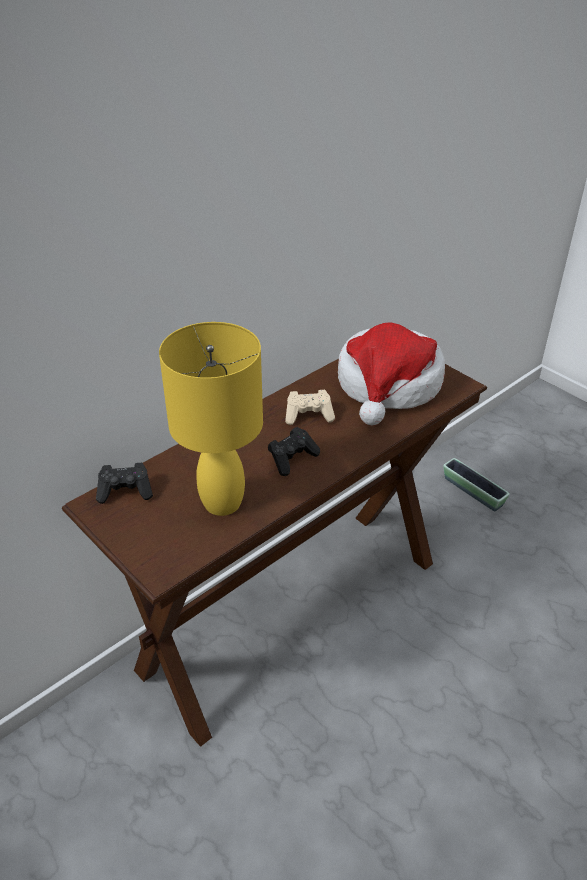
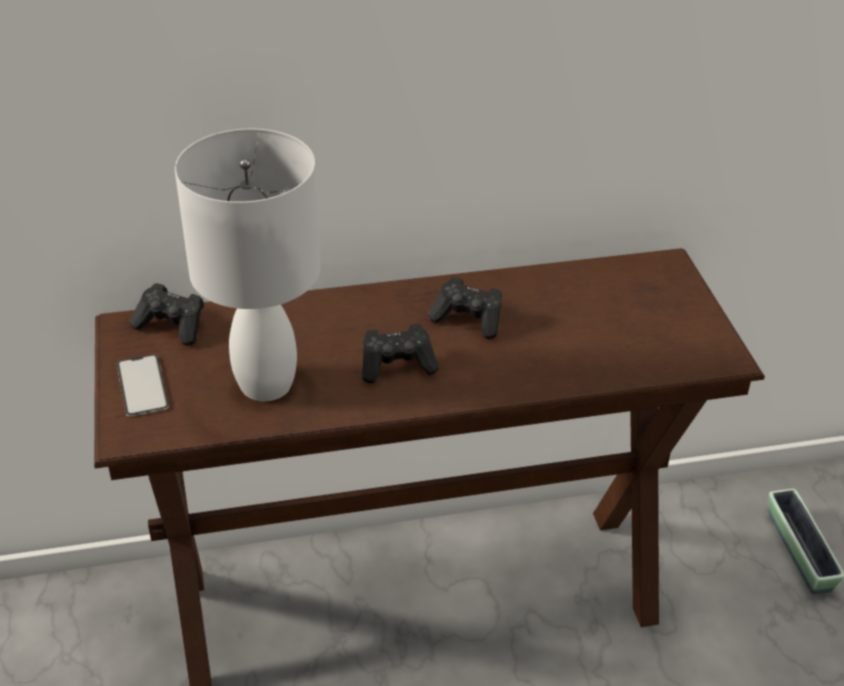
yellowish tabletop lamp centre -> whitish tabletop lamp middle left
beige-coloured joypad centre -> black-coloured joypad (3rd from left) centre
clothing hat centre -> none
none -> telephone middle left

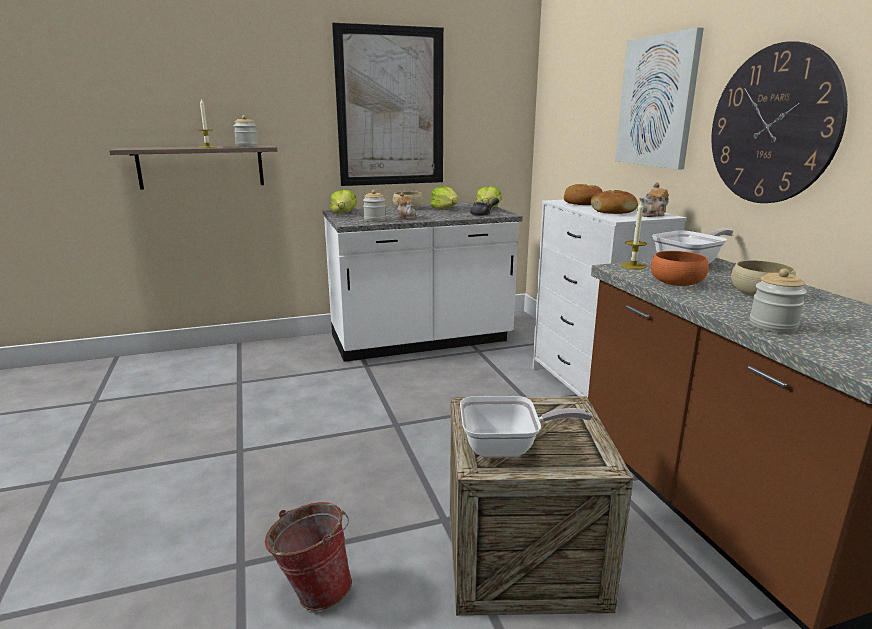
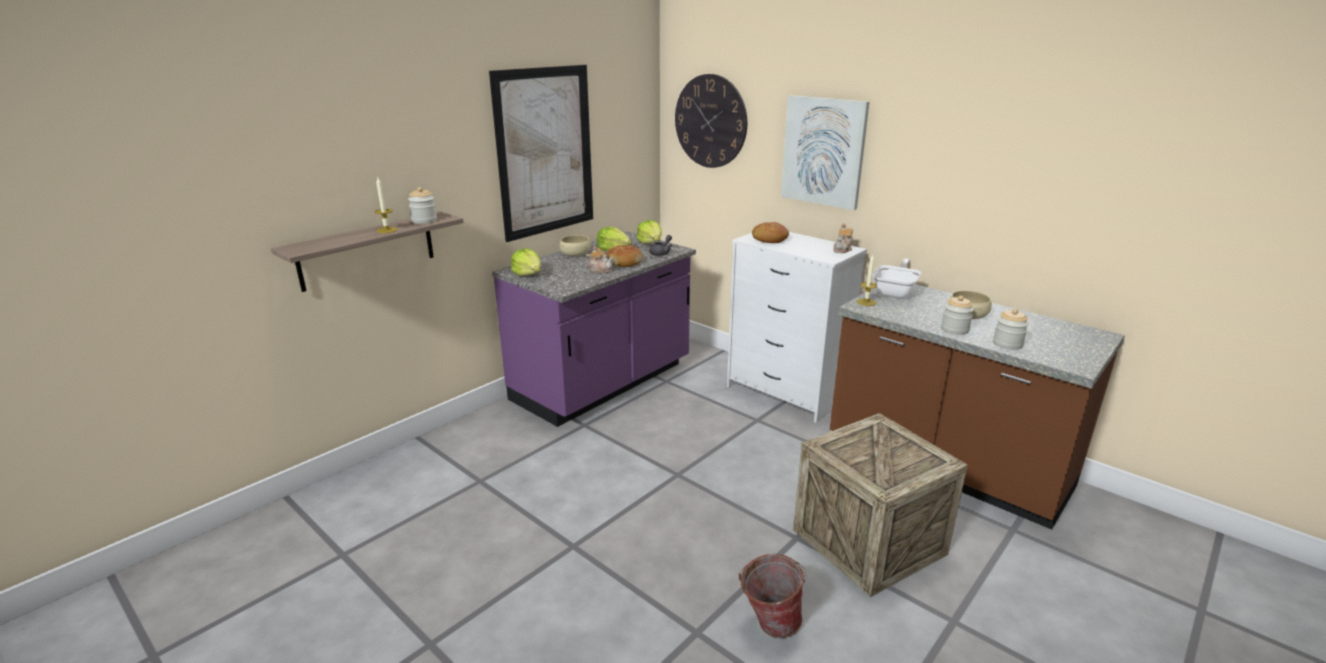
whitish kitchen base unit centre -> purple kitchen base unit centre
jar (2nd from left) top centre -> jar (2nd from left) middle right, move
skillet (1st from left) bottom centre -> none
bakery bread (2nd from left in the first image) top right -> bakery bread (1st from left) centre, move
orange serving bowl middle right -> none
clock on the wall top right -> clock on the wall top centre, move

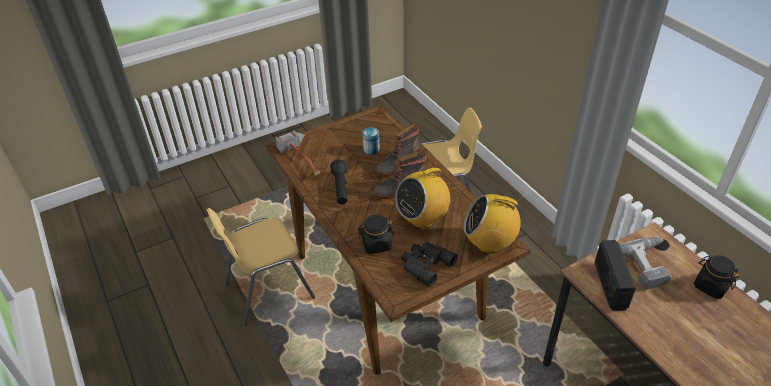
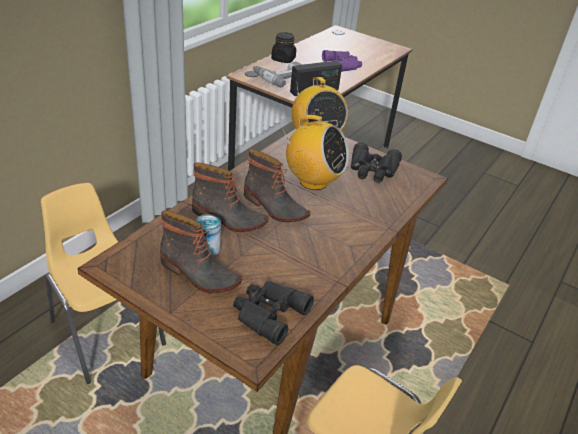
hammer centre -> black-coloured pair of binoculars (1st from left) bottom centre
black-coloured hand torch centre -> none
black-coloured jar (1st from left) centre -> none
none -> boot (1st from left) centre
none -> purple pair of binoculars top centre

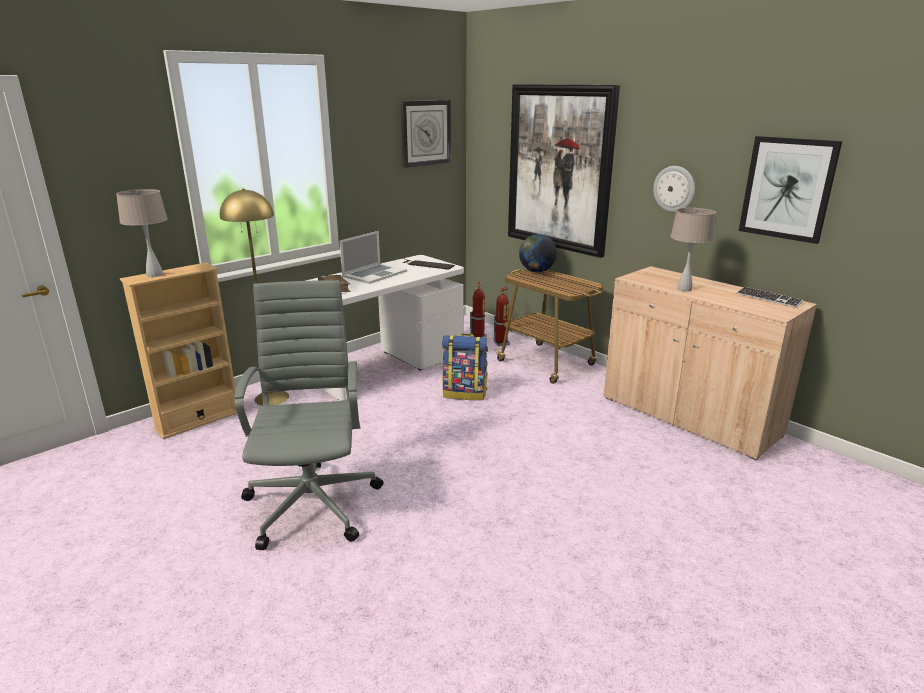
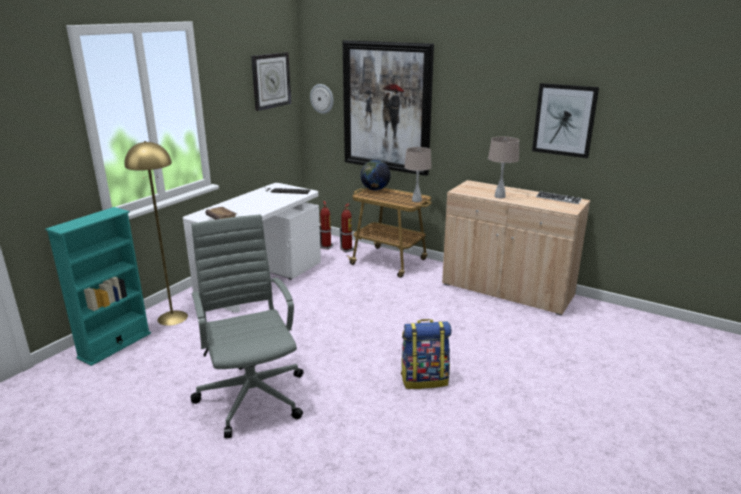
beige-coloured tabletop lamp (1st from left) middle left -> beige-coloured tabletop lamp (1st from left) centre, move
beige-coloured bookshelf middle left -> blue-green bookshelf middle left
notebook computer centre -> none
knapsack centre -> knapsack bottom centre, move
clock on the wall (2nd from left) top right -> clock on the wall (2nd from left) top centre, move

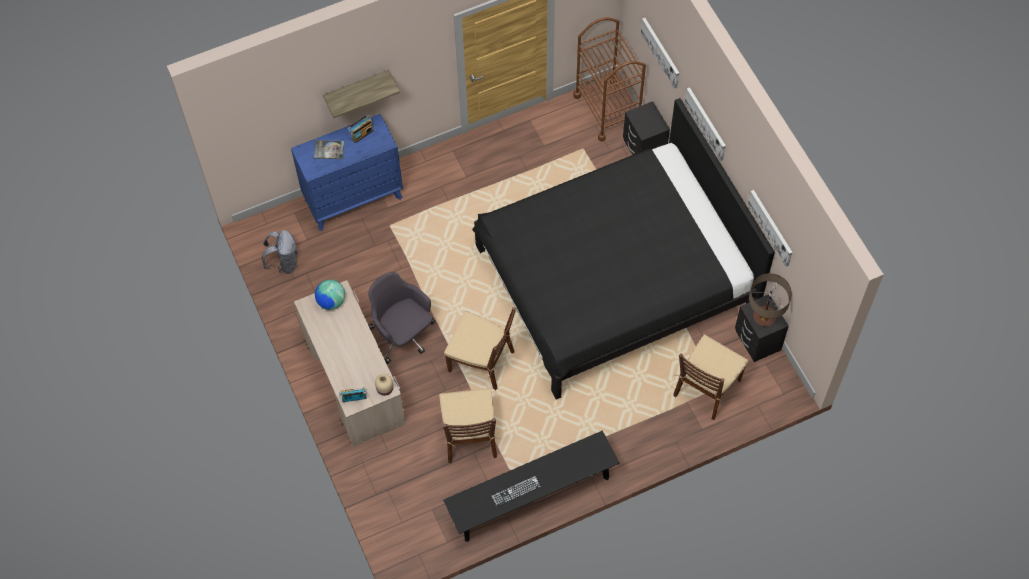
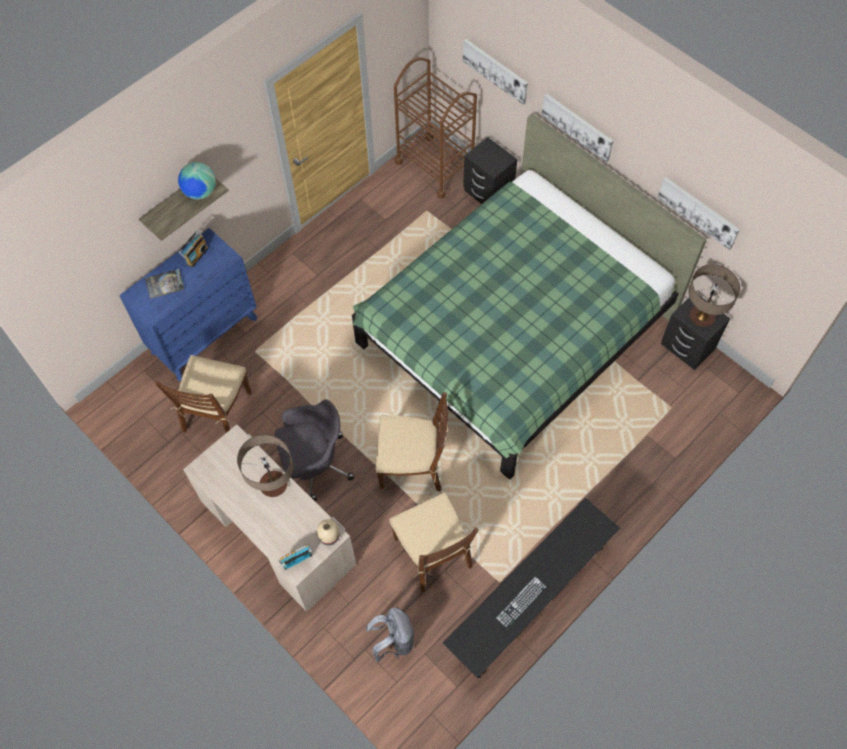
greyish knapsack middle left -> greyish knapsack bottom centre, move
globe middle left -> globe top left, move
greyish computer chair centre, 135 degrees clockwise
black-coloured bed centre -> green bed centre
brown chair (3rd from left in the first image) middle right -> brown chair (1st from left) middle left, move
none -> tabletop lamp (1st from left) middle left

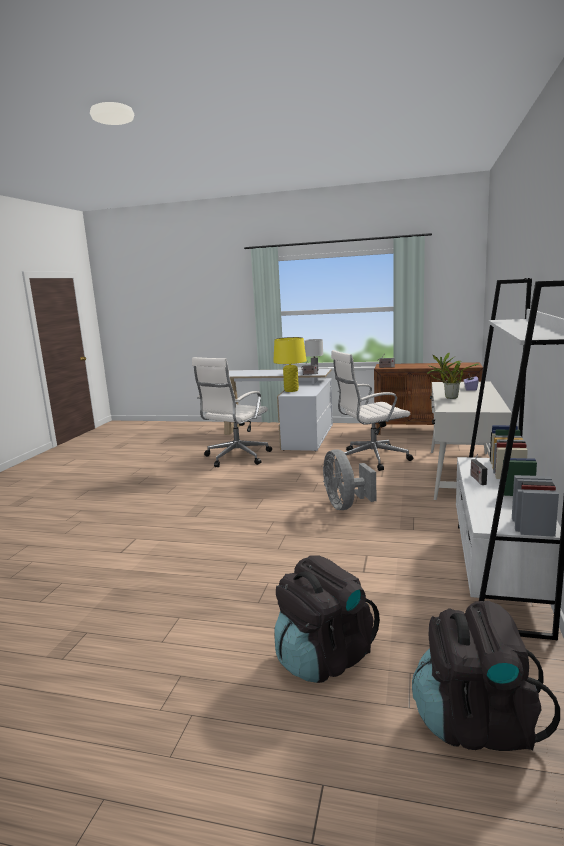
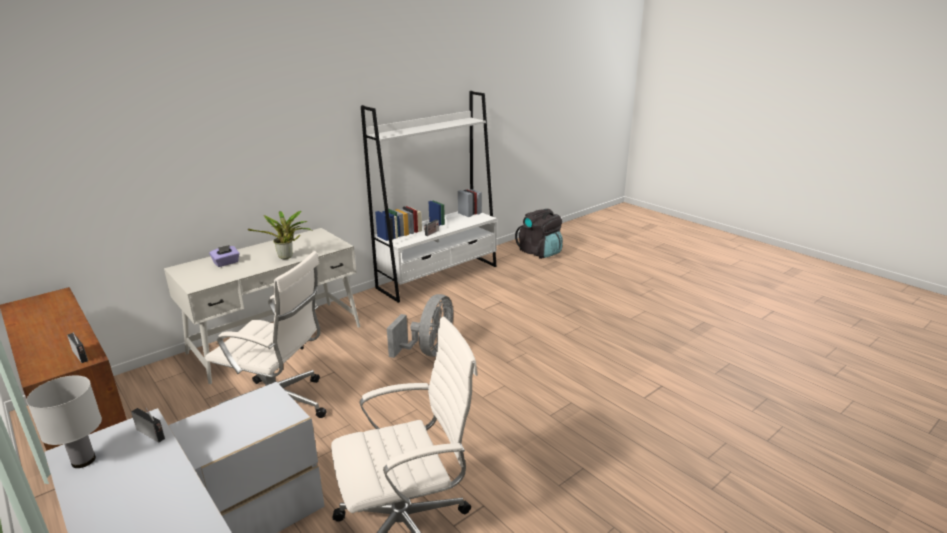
yellowish tabletop lamp centre -> none
black-coloured knapsack (1st from left) bottom centre -> none

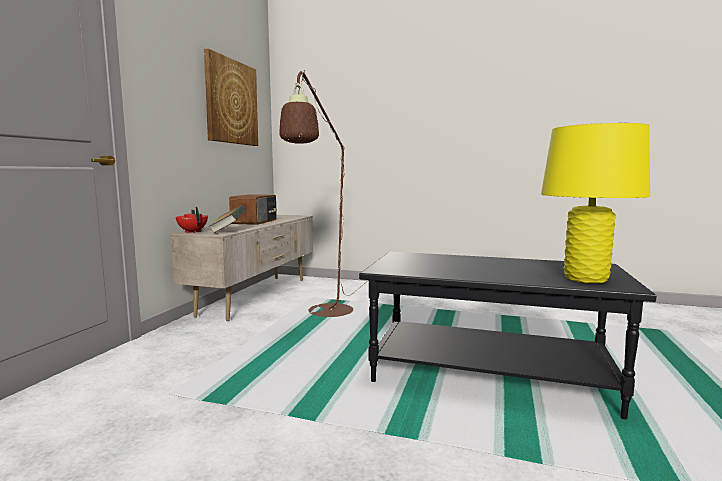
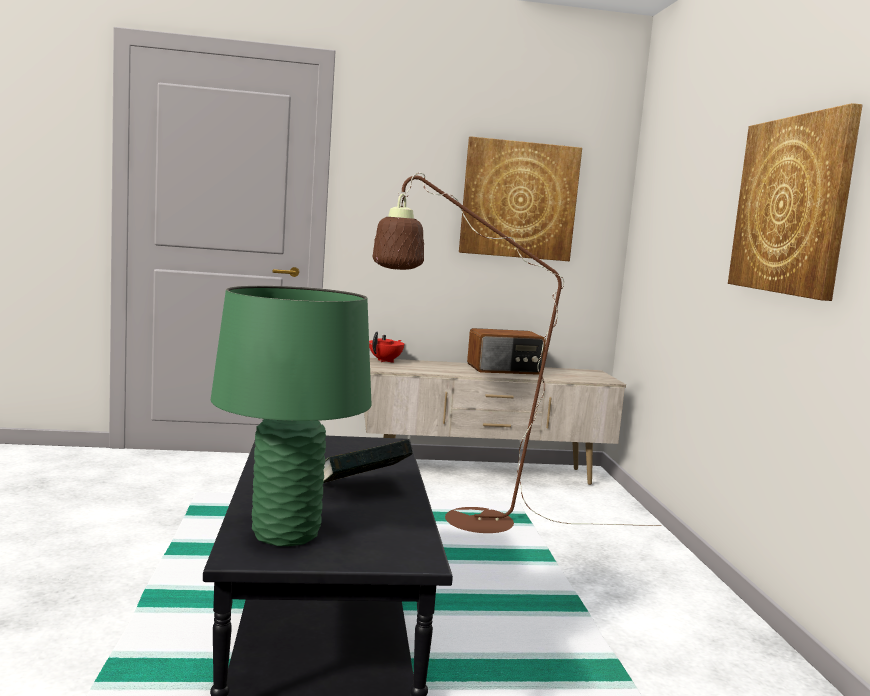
bound book middle left -> bound book centre, move
yellowish tabletop lamp middle right -> green tabletop lamp centre
none -> picture (2nd from left) top right

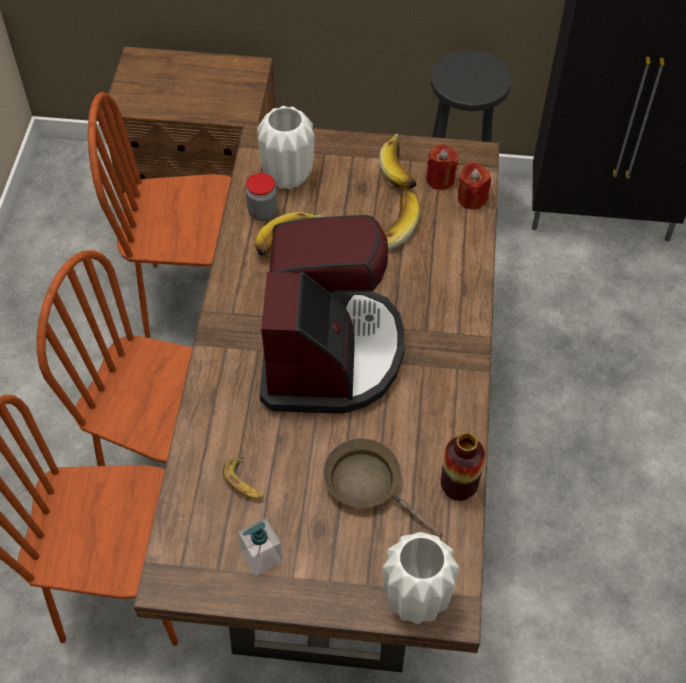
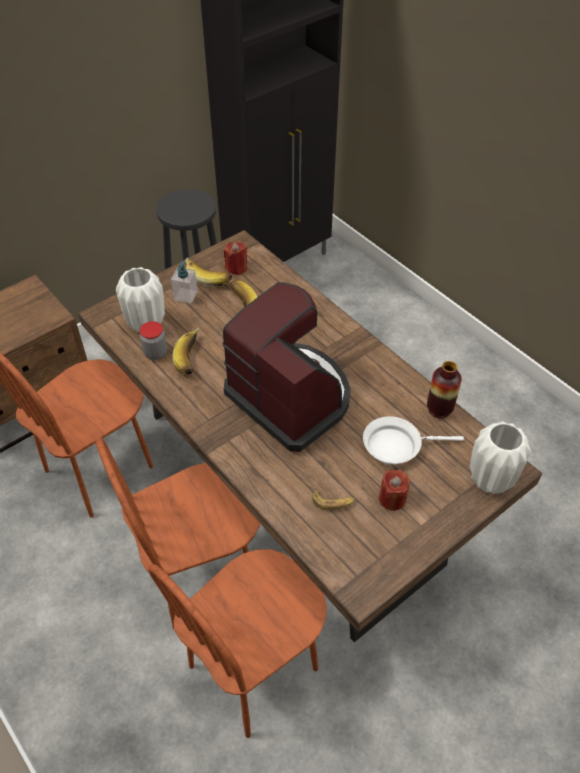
soap bottle bottom centre -> soap bottle middle left, move
brown skillet bottom centre -> whitish skillet middle right
red wax light (2nd from left) top right -> red wax light (2nd from left) middle right, move

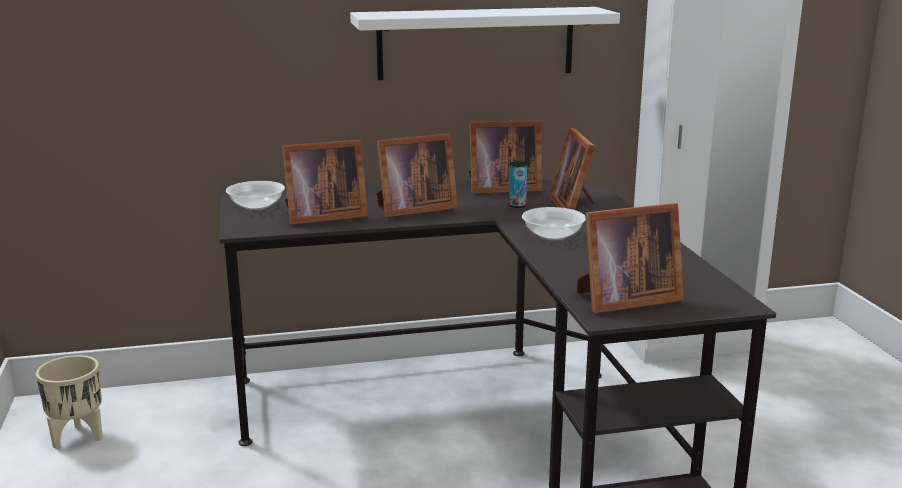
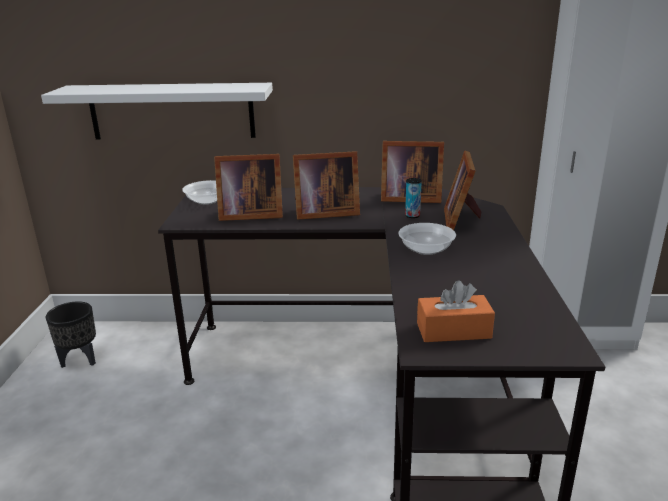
beige-coloured flower pot bottom left -> black-coloured flower pot bottom left
whitish shelf top centre -> whitish shelf top left, move
photo frame (5th from left) middle right -> orange box of tissues middle right

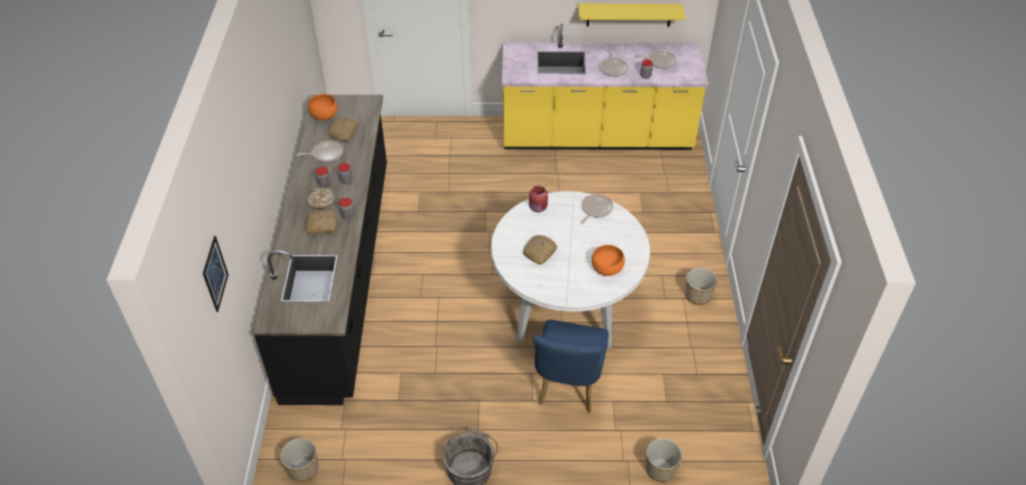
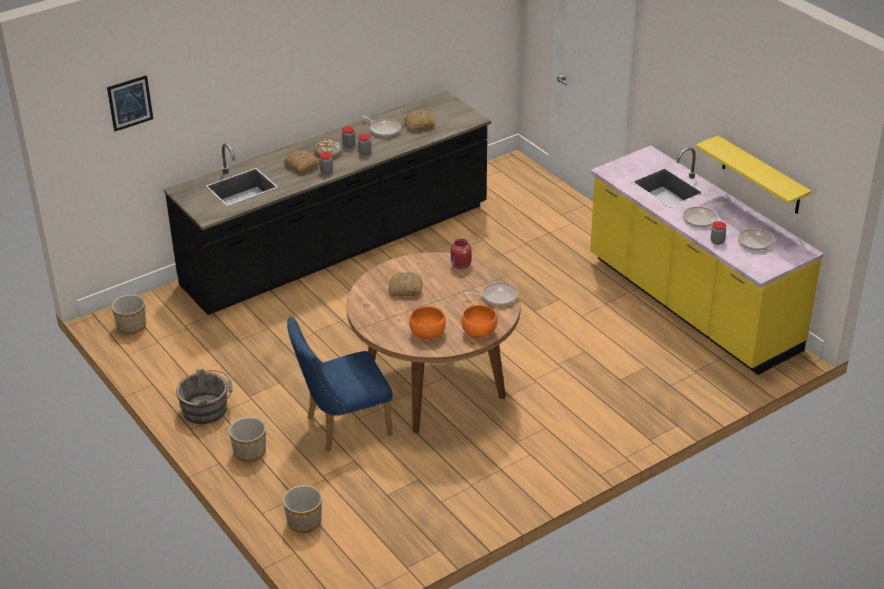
orange serving bowl (1st from left in the first image) top left -> orange serving bowl (2nd from left) centre, move
whitish dinner table centre -> brown dinner table centre
flower pot (3rd from left in the first image) middle right -> flower pot (2nd from left) bottom left, move

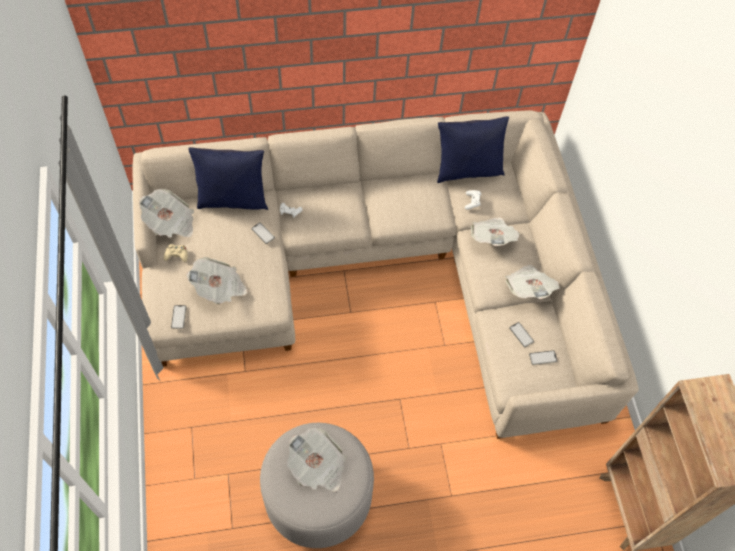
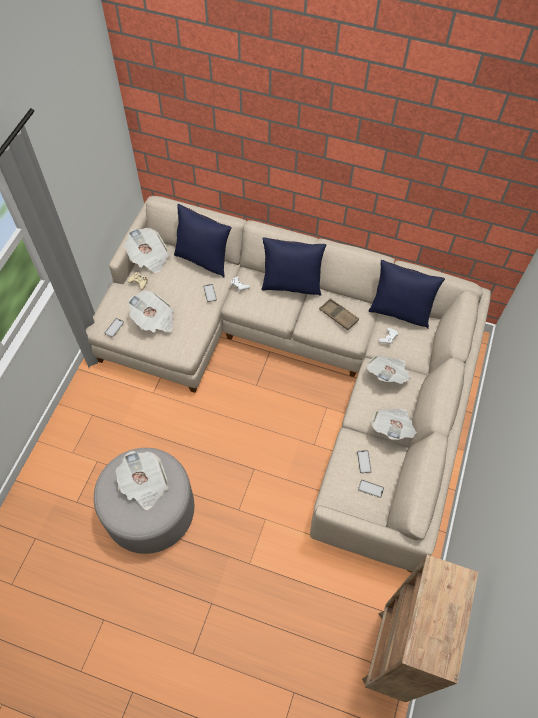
none -> bluish cushion (2nd from left) centre
none -> brown tray centre

